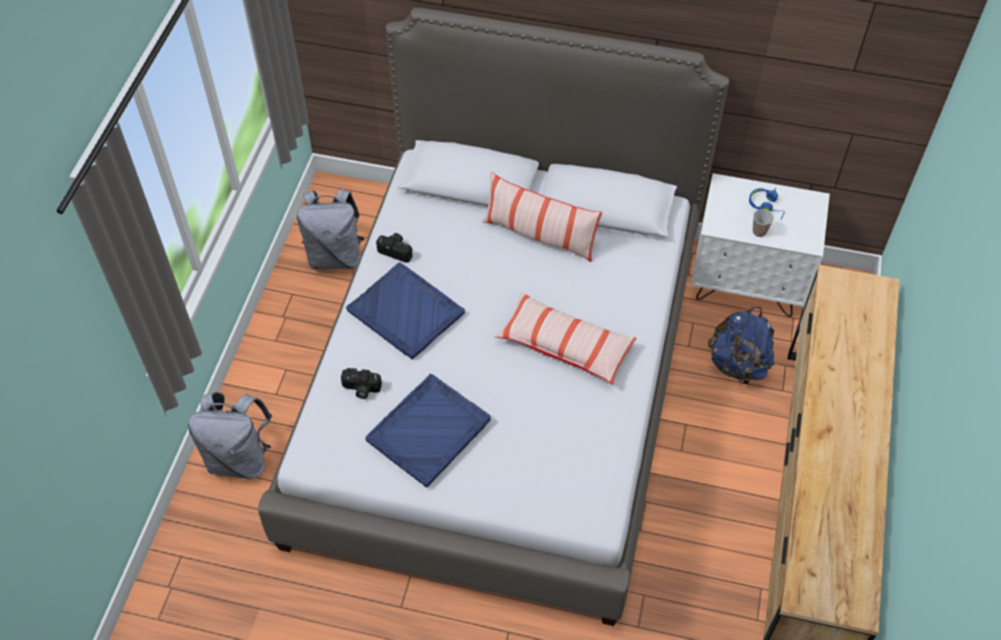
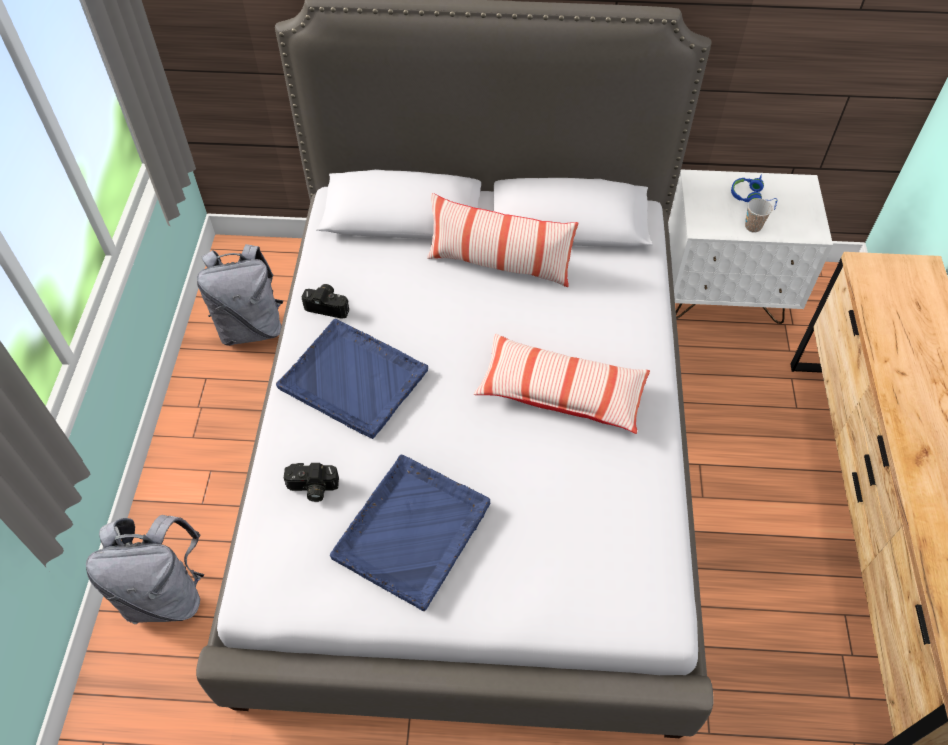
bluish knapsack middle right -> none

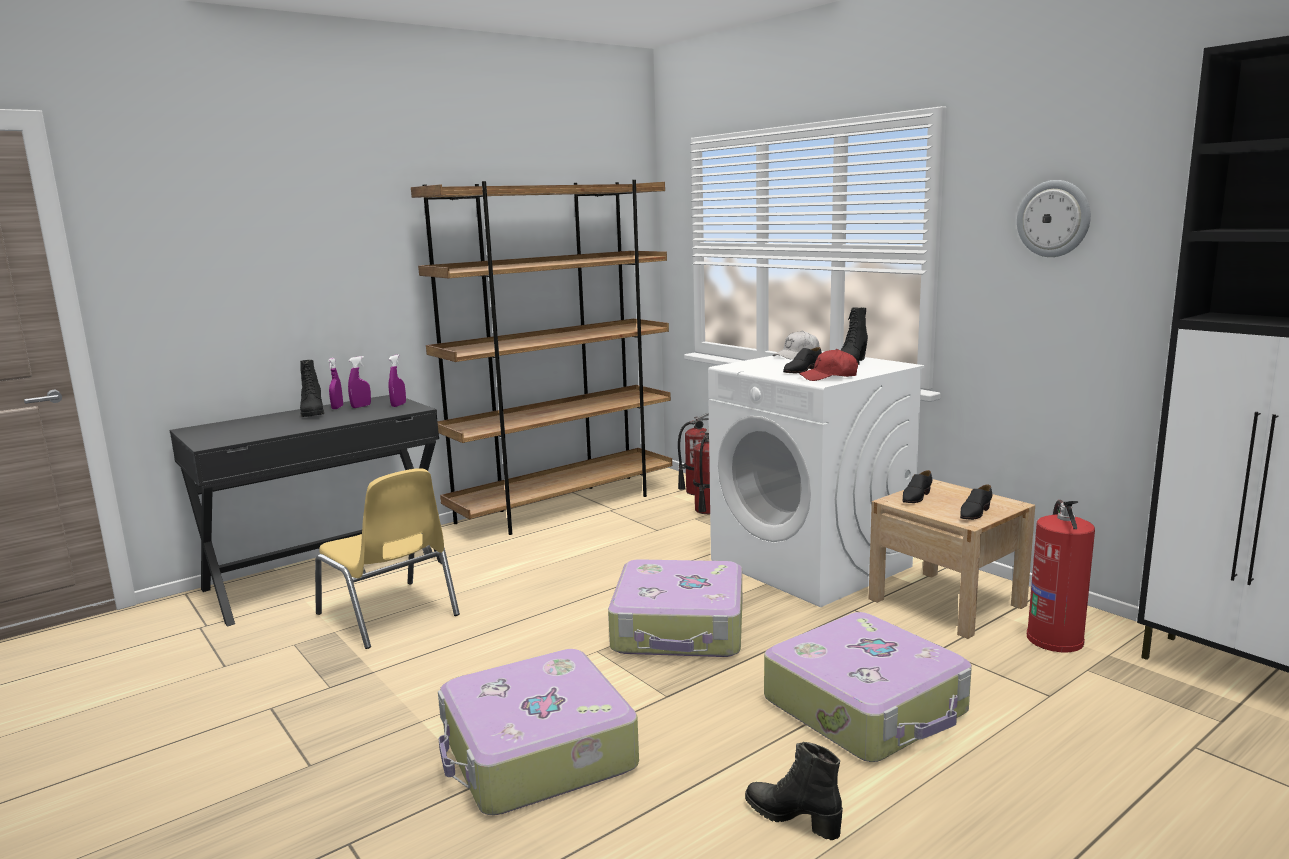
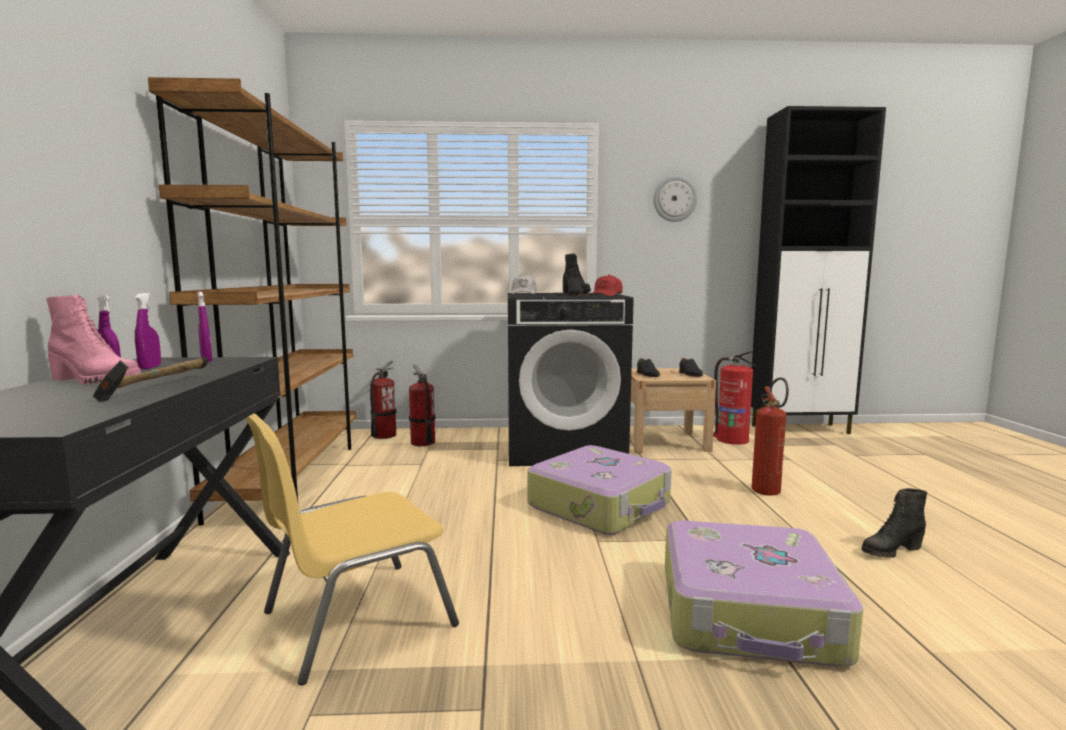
black-coloured boot (1st from left) middle left -> pinkish boot middle left
yellowish chair middle left -> yellowish chair bottom left, 150 degrees clockwise
whitish laundry machine centre -> black-coloured laundry machine centre
suitcase (3rd from left) bottom right -> fire extinguisher (4th from left) middle right
none -> hammer middle left

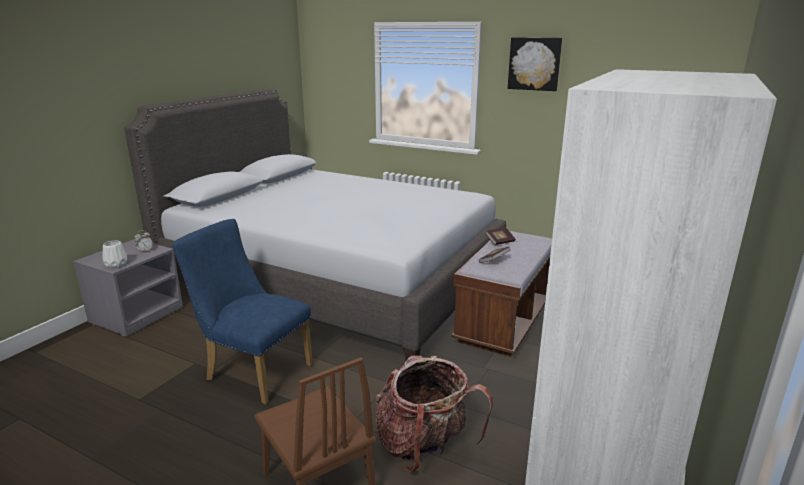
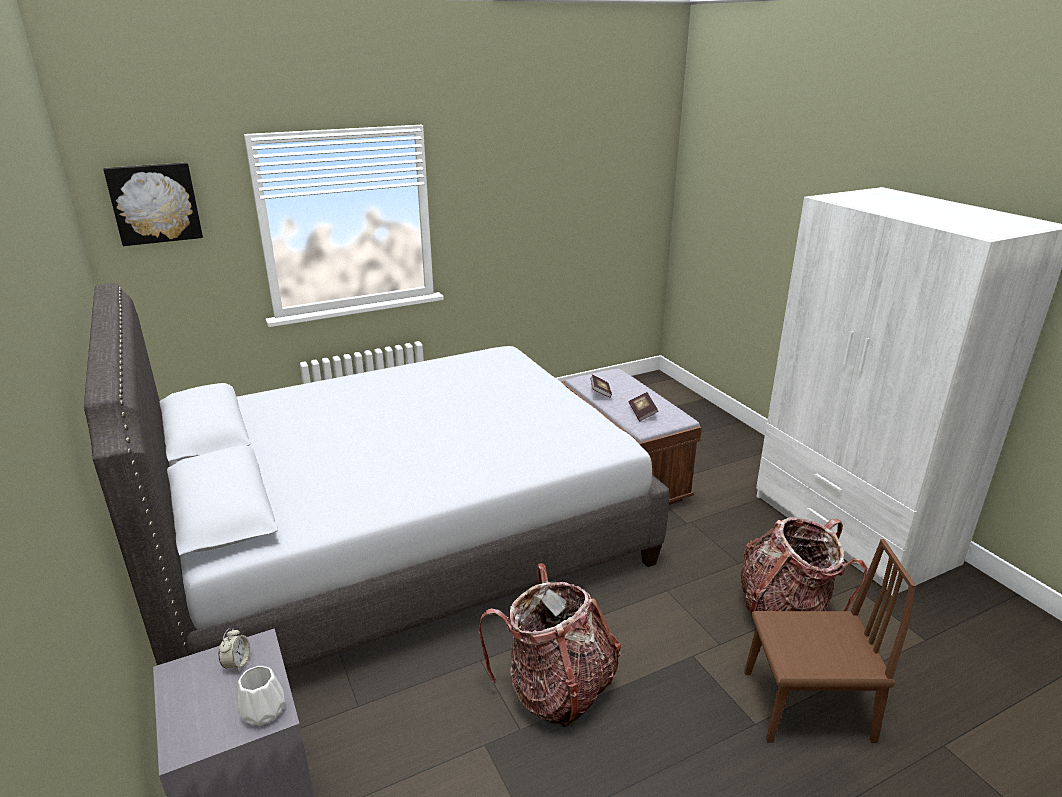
bluish chair middle left -> knapsack (1st from left) bottom centre
picture top centre -> picture top left, move

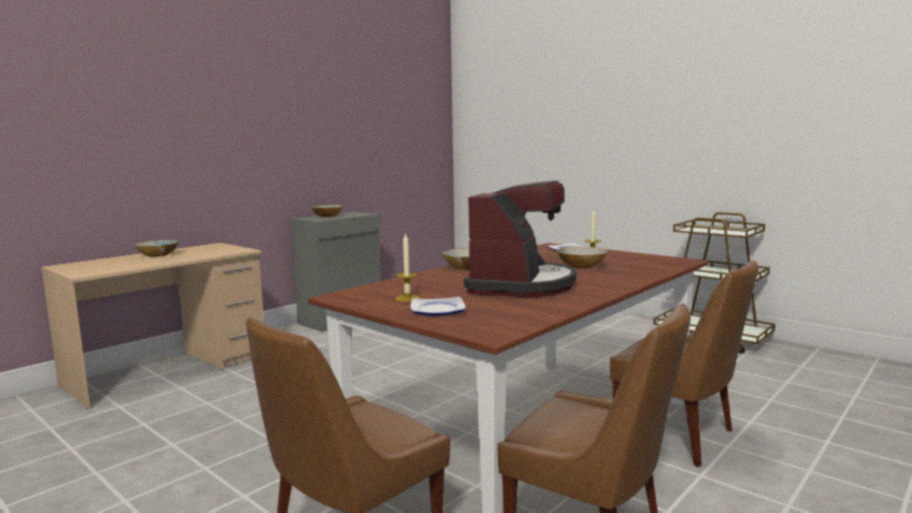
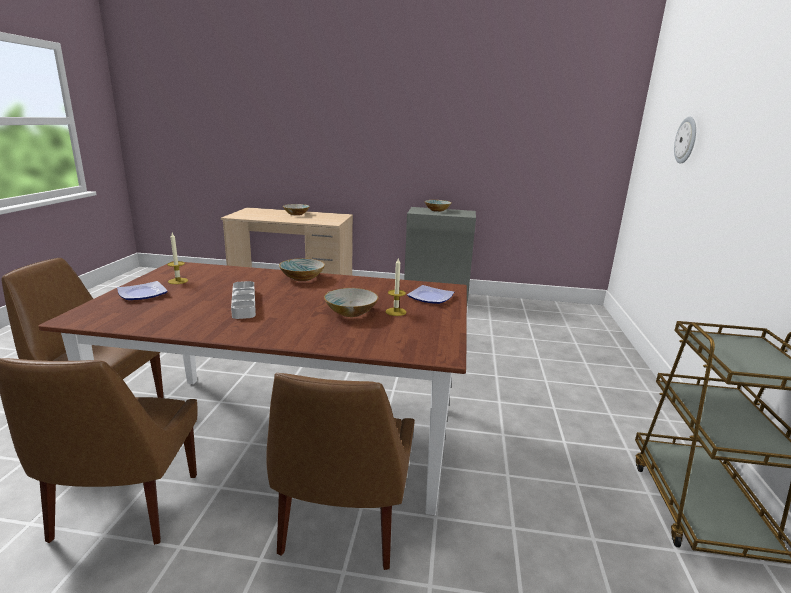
coffee brewer centre -> greyish tray middle left
none -> clock on the wall top right

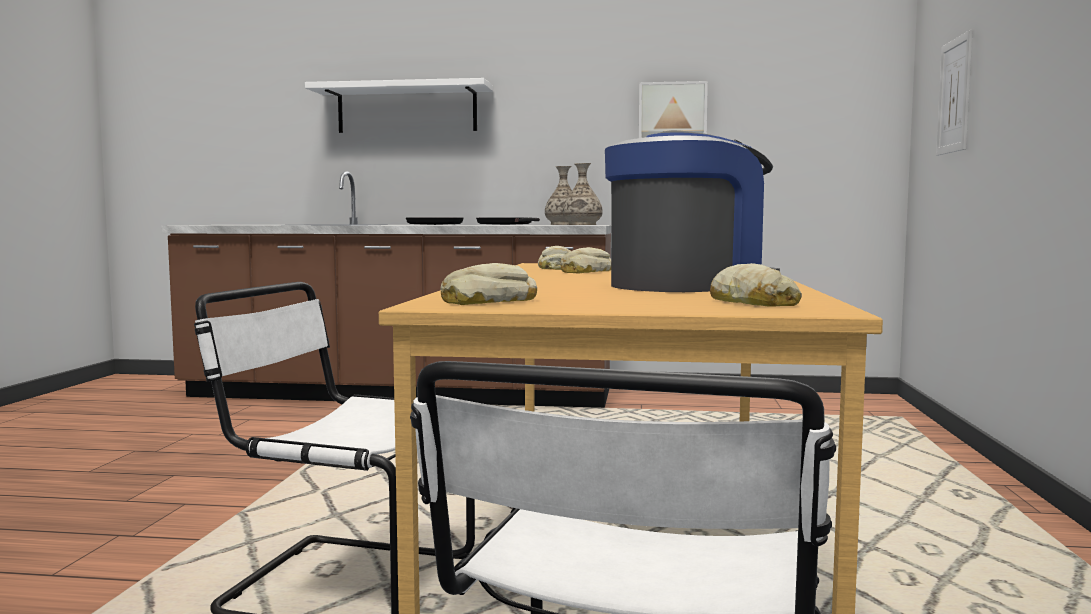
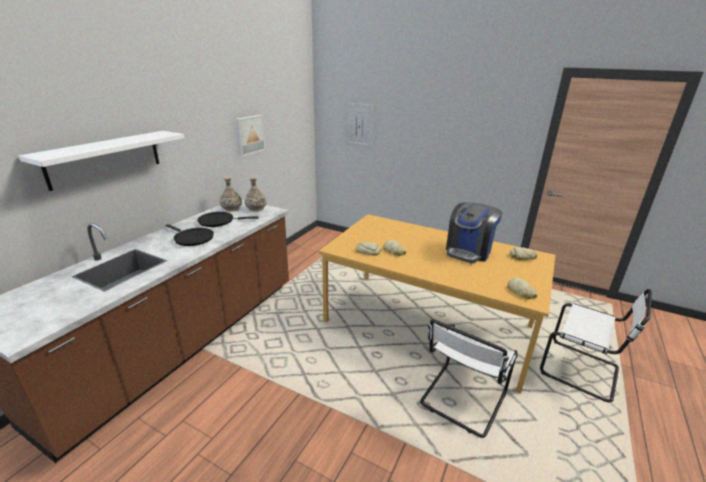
coffee brewer centre -> coffee brewer middle right, 135 degrees counterclockwise

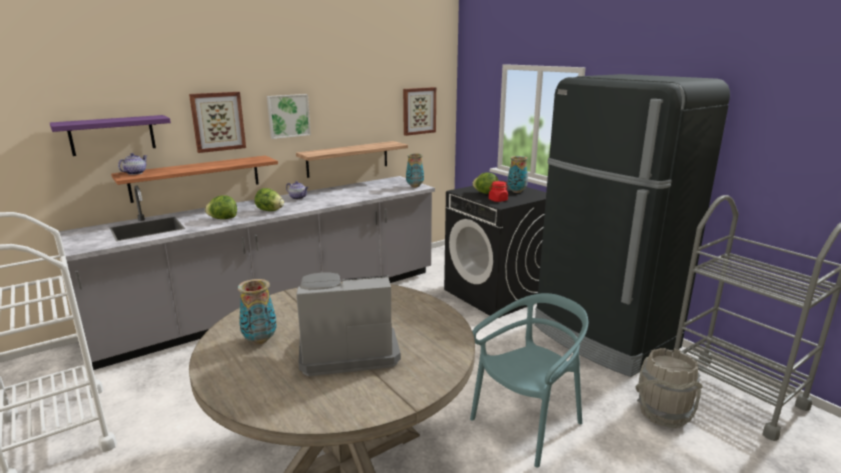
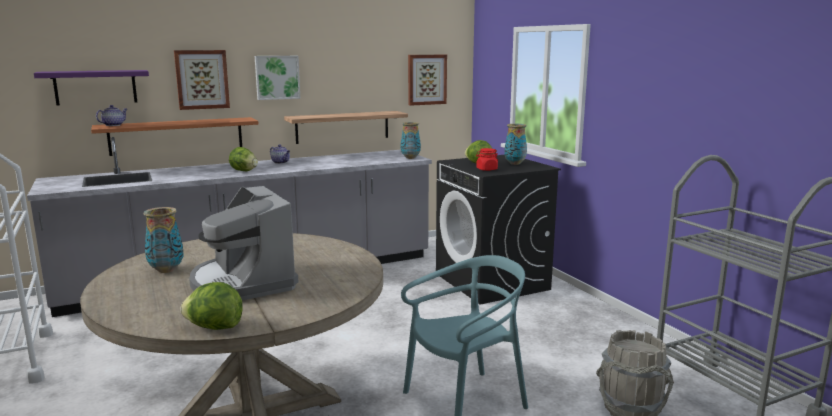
head of lettuce (1st from left) middle left -> head of lettuce (1st from left) bottom left, move
coffee brewer bottom centre -> coffee brewer middle left, 120 degrees counterclockwise
black-coloured refrigerator middle right -> none

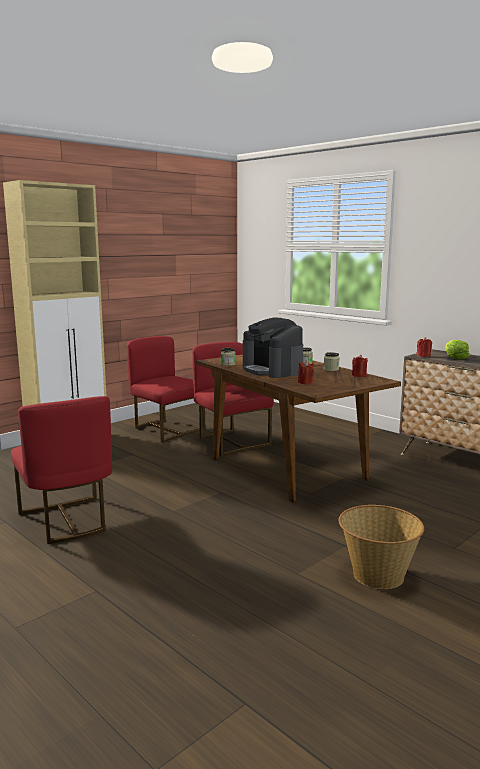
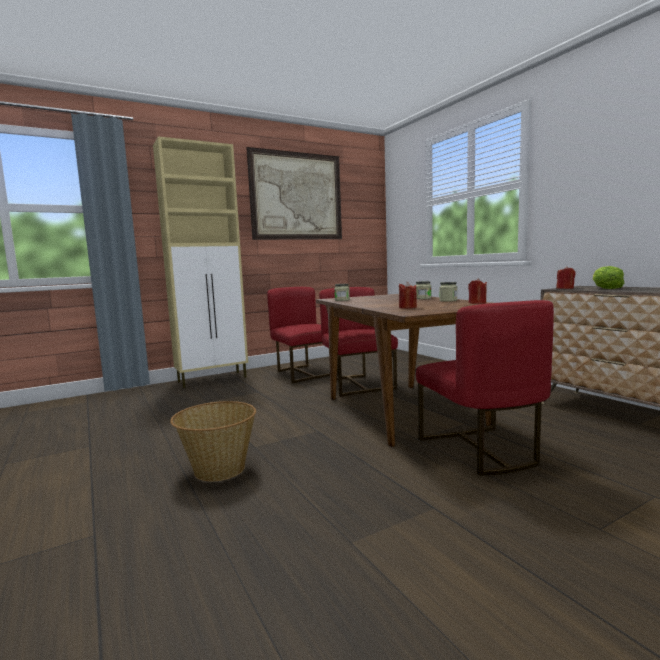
red chair (1st from left in the first image) middle left -> red chair (3rd from left) middle right, move
coffee brewer centre -> none
storage basket bottom right -> storage basket bottom left, move
none -> picture top centre

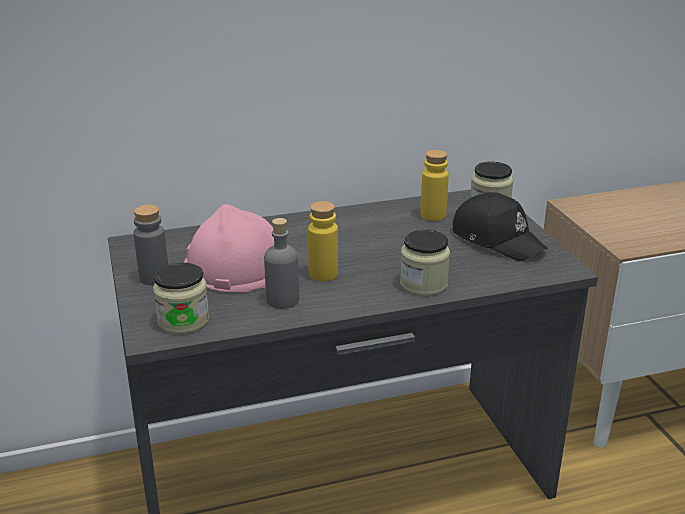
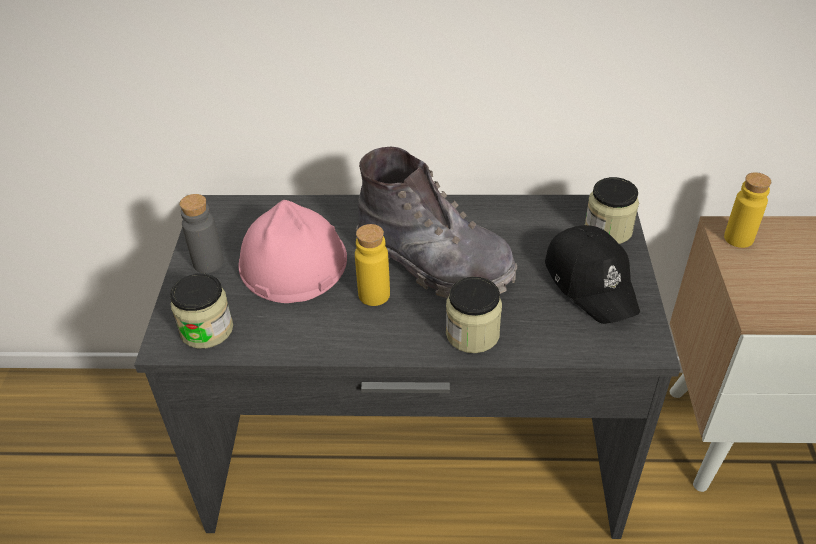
greyish beverage bottle (2nd from left) centre -> none
yellowish beverage bottle (2nd from left) centre -> yellowish beverage bottle (2nd from left) middle right, move
none -> greyish boot centre

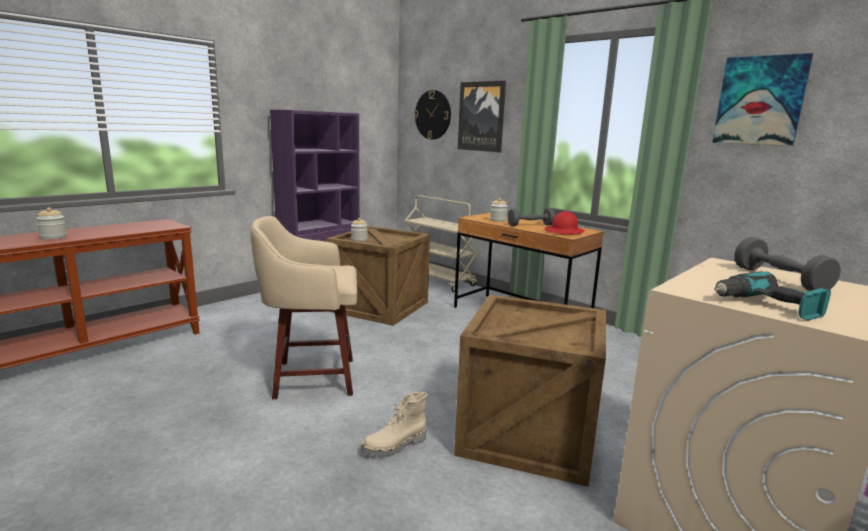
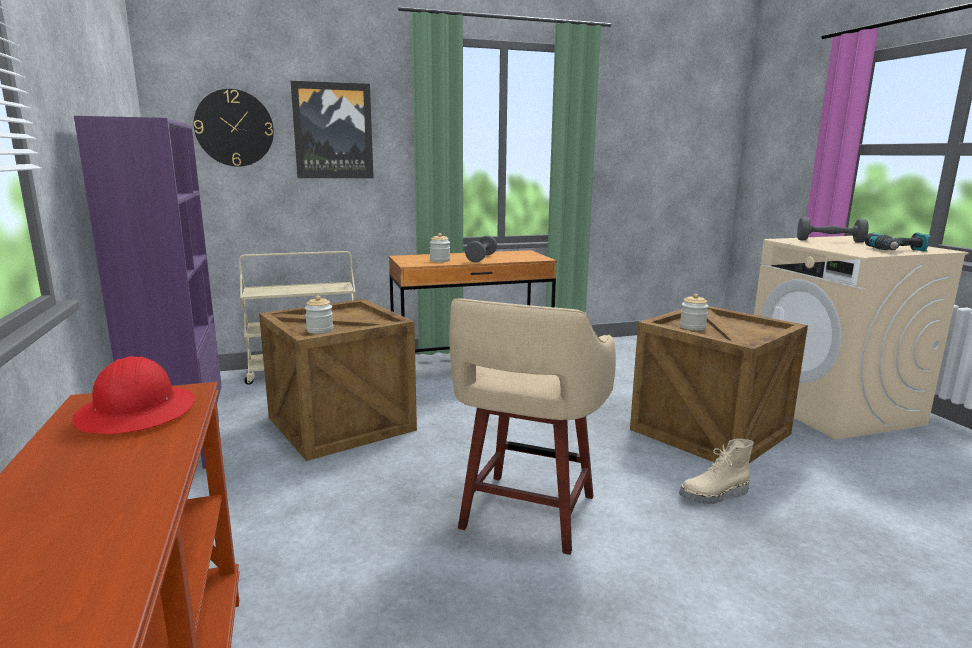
jar (1st from left in the first image) middle left -> jar (3rd from left) middle right, move
beige-coloured boot bottom centre -> beige-coloured boot bottom right, 75 degrees clockwise
red safety helmet centre -> red safety helmet middle left, move
picture (2nd from left) top right -> none

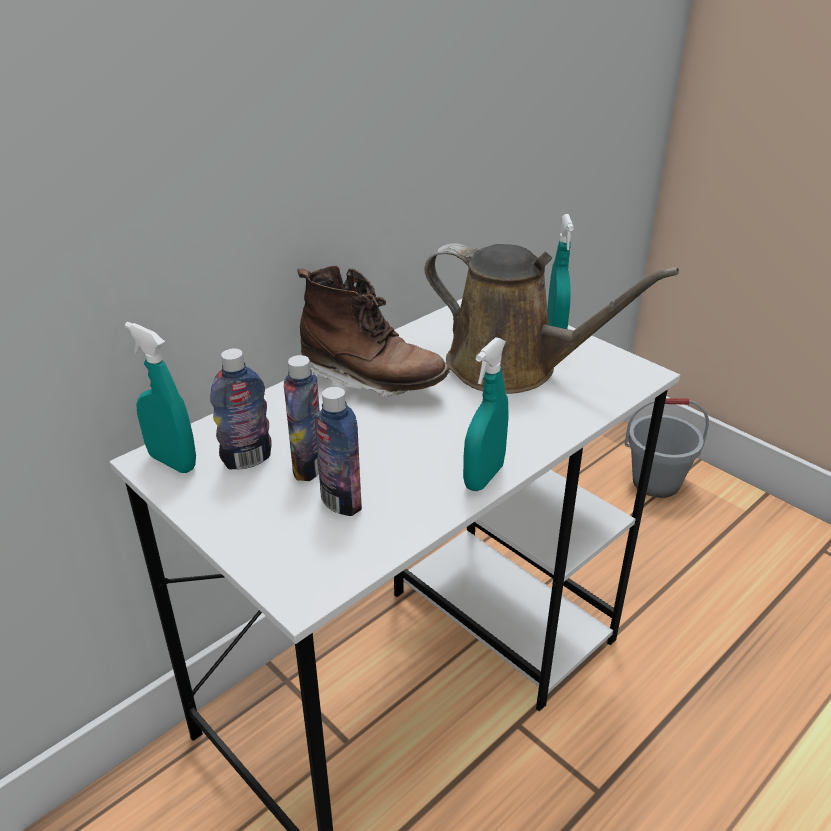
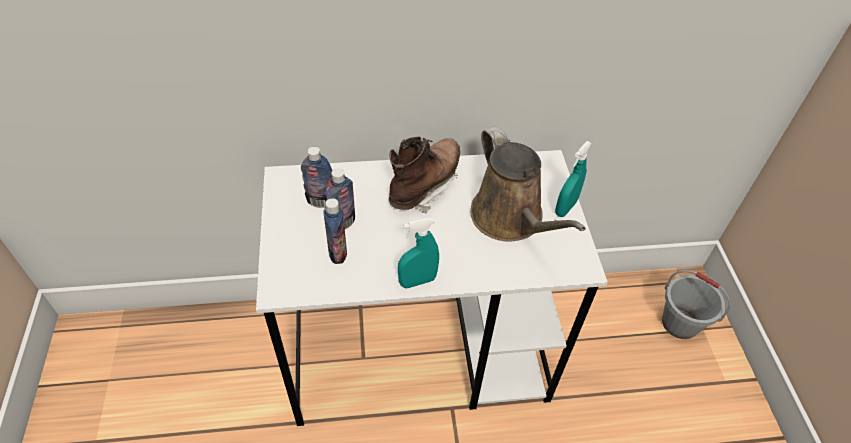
blue-green sprayer (1st from left) middle left -> none
brown boot centre, 120 degrees counterclockwise

